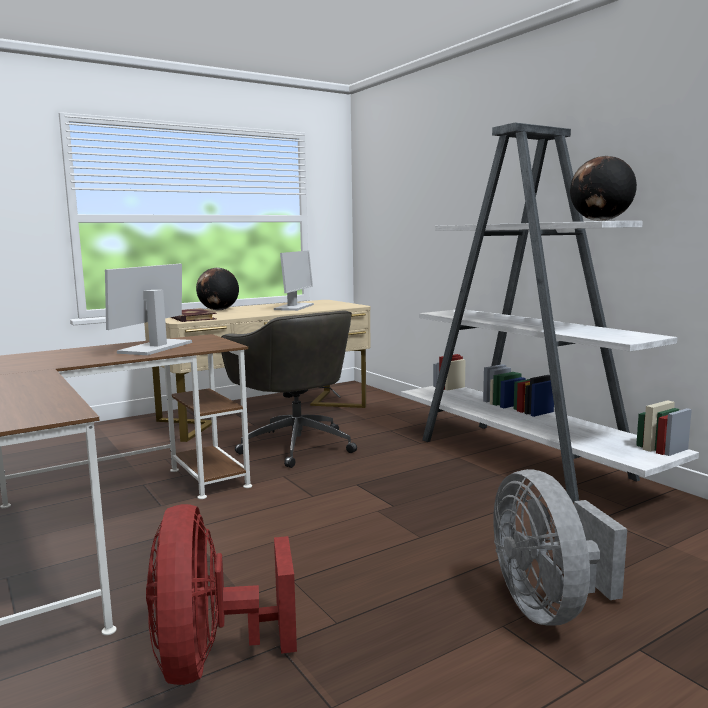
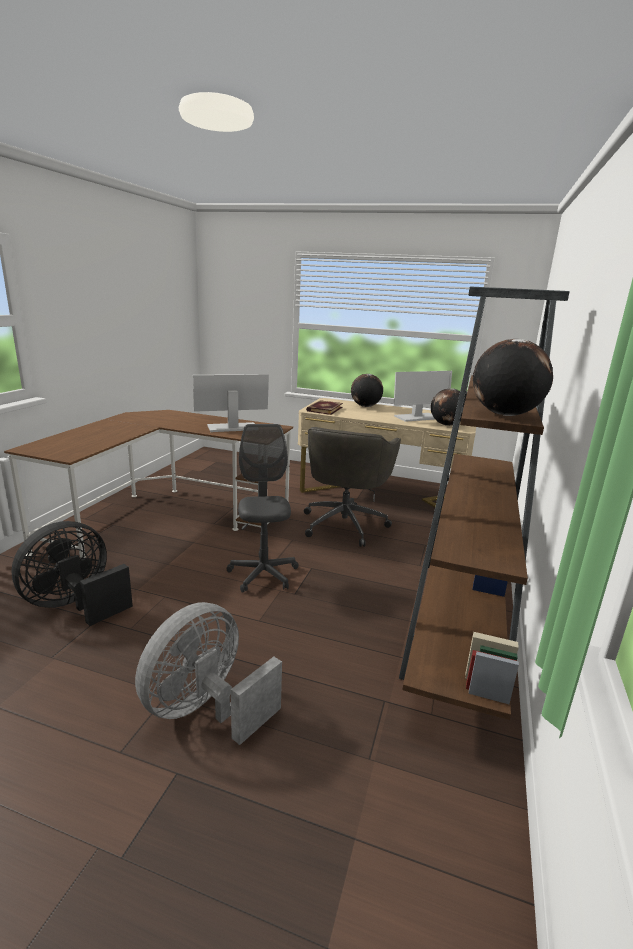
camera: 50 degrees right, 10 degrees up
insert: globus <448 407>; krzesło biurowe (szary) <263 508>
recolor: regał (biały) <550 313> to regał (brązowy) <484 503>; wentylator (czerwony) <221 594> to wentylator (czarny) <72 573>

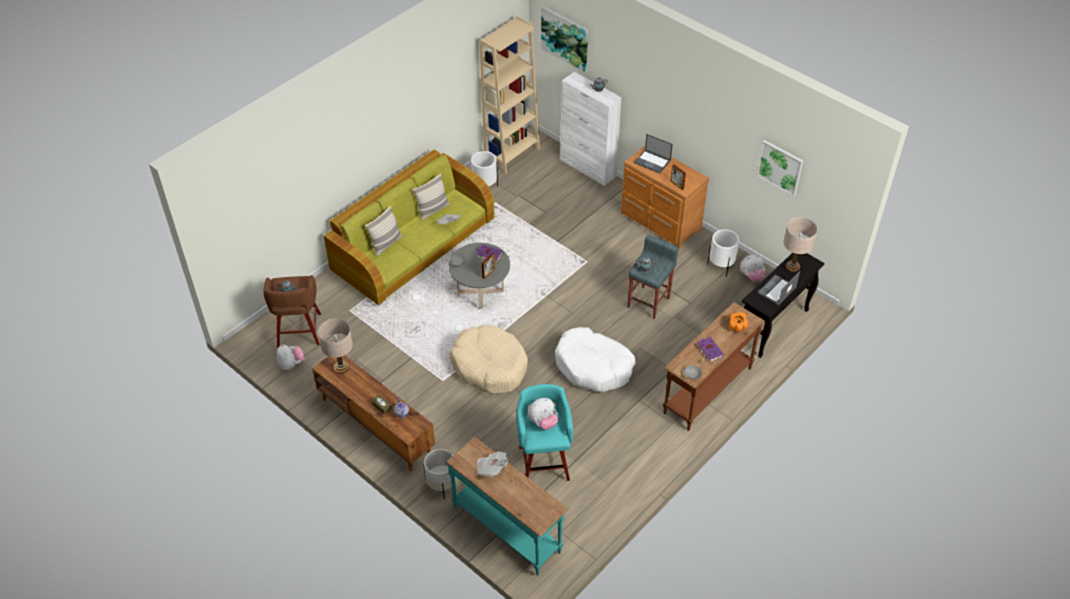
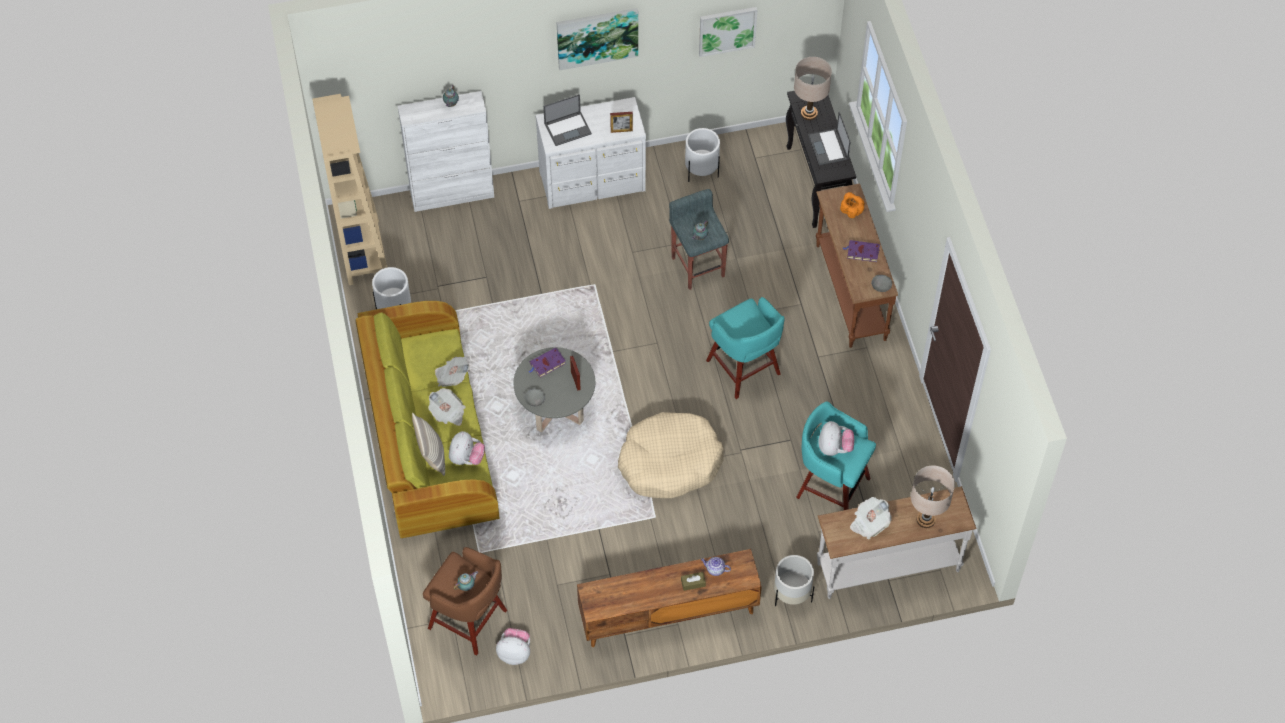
camera: 55 degrees left, 10 degrees up
delete: poduszka <431 197>
insert: gazeta <447 407>
move: obraz <564 39> to <597 39>; pluszak <752 268> to <467 448>; lampa stołowa (beżowy) <335 346> to <933 497>
replace: legowisko (biały) <595 359> to stołek (turkusowy) <745 348>
recolor: komoda (brązowy) <665 197> to komoda (biały) <590 153>; stolik konsolowy (turkusowy) <507 506> to stolik konsolowy (biały) <897 542>

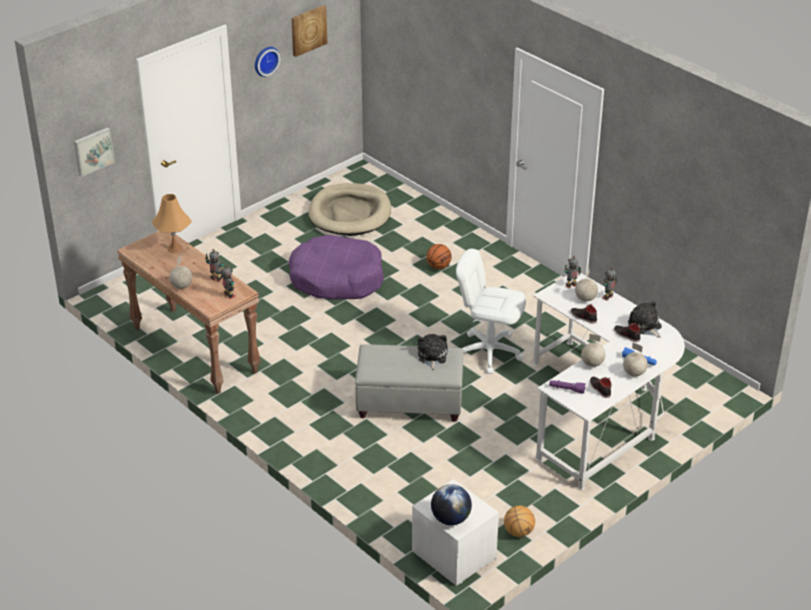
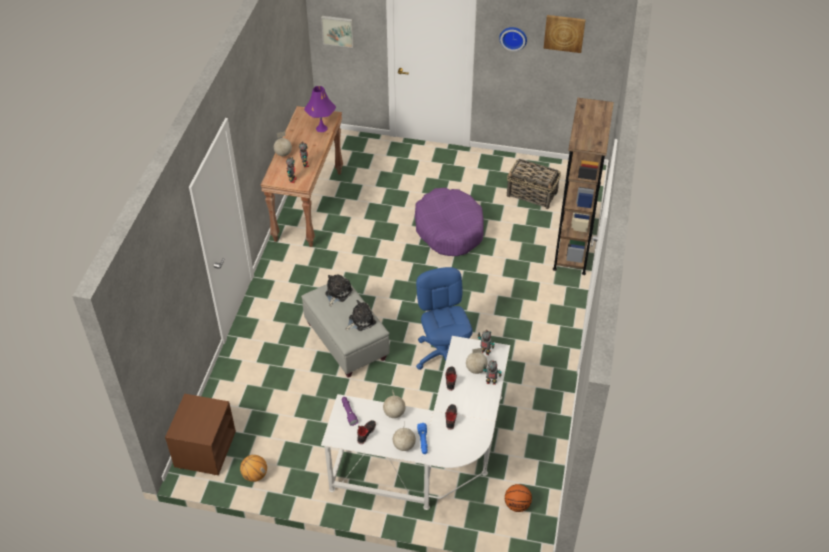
camera: 55 degrees right, 10 degrees up
delete: globus <451 504>
insert: regał (brązowy) <583 186>
move: piłka do koszykówki <439 256> to <518 498>; pluszak <644 319> to <338 290>
replace: legowisko (beżowy) <350 209> to koszyk <534 184>
recolor: lampa stołowa (pomarańczowy) <172 223> to lampa stołowa (fioletowy) <320 109>; krzesło biurowe (biały) <491 311> to krzesło biurowe (niebieski) <444 318>; szafka nocna (biały) <455 532> to szafka nocna (brązowy) <200 434>

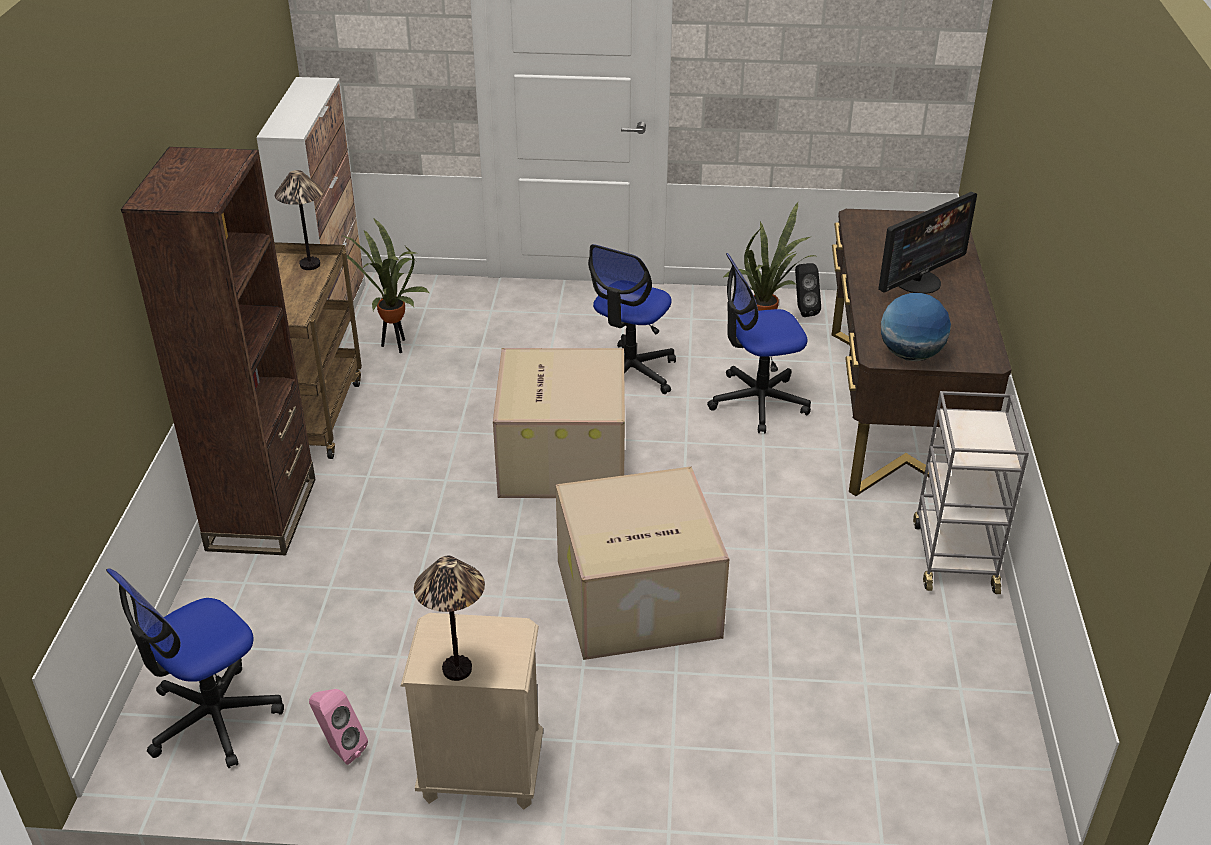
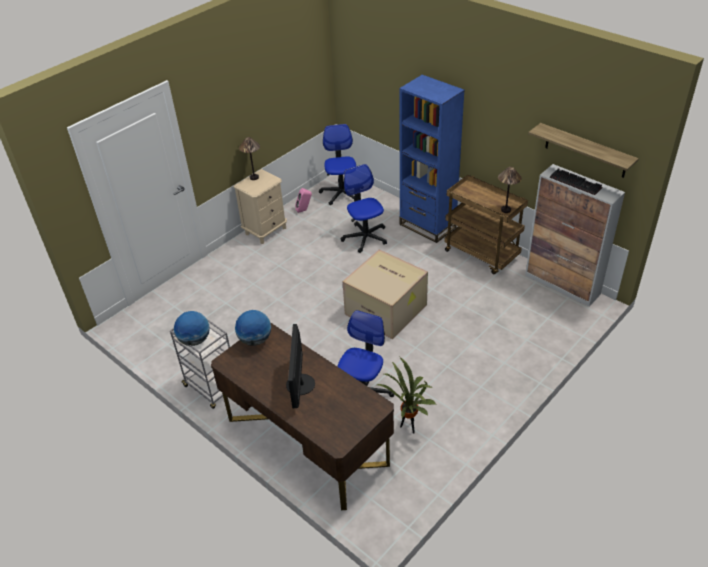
camera: 130 degrees right, 5 degrees up
delete: roślina doniczkowa <386 285>; głośnik (czarny) <808 290>; karton <642 563>
insert: półka <583 150>; klawiatura <576 181>; globus <192 328>
move: krzesło biurowe <632 319> to <364 208>
recolor: regał (brązowy) <218 351> to regał (niebieski) <432 159>

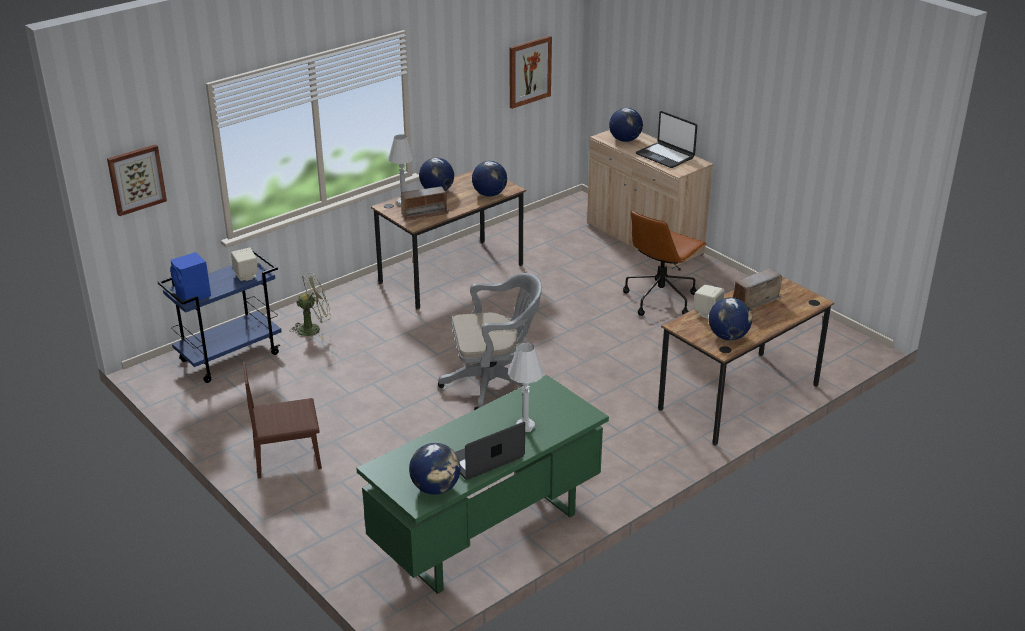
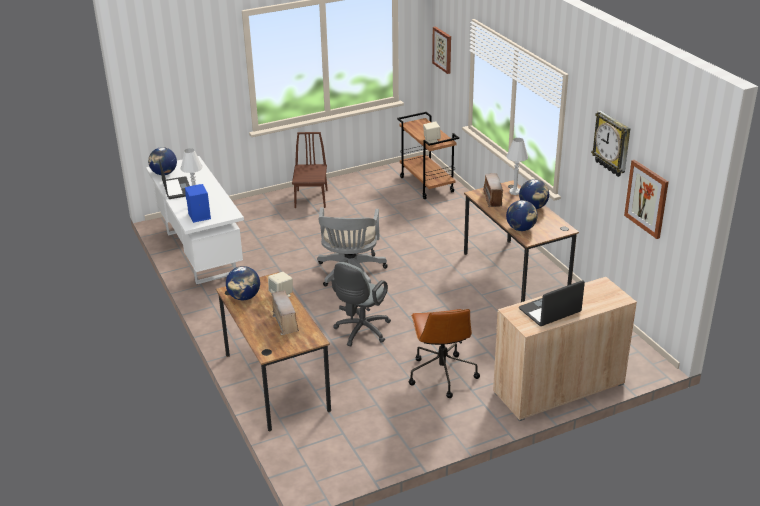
camera: 105 degrees right, 0 degrees up
delete: globus <626 125>; wentylator (zielony) <310 305>
insert: zegar ścienny <610 143>; krzesło biurowe (szary) <361 304>
move: głośnik (niebieski) <190 278> to <198 203>
recolor: wózek (niebieski) <220 315> to wózek (brązowy) <428 155>; biurko (zielony) <482 484> to biurko (biały) <195 220>
rotate: krzesło biurowe (brązowy) <665 263> = <444 353> 150 degrees counterclockwise

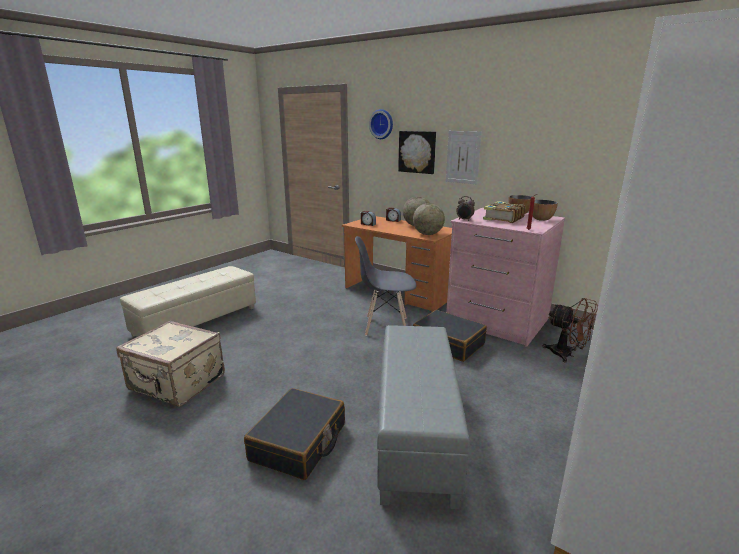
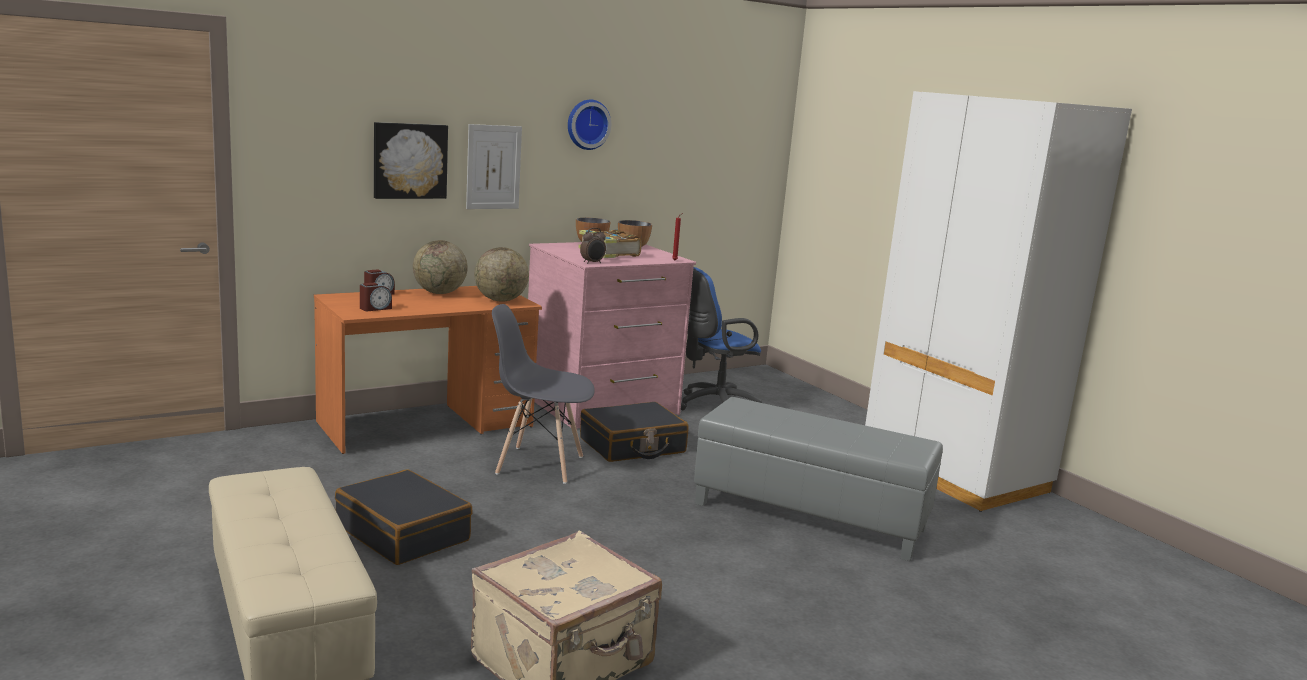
camera: 70 degrees left, 5 degrees down
move: zegar ścienny <381 124> to <589 124>; walizka (czarny) <294 434> to <404 517>
replace: wentylator (brązowy) <570 330> to krzesło biurowe (niebieski) <721 338>
rotate: krzesło (szary) <386 286> = <543 394> 75 degrees clockwise

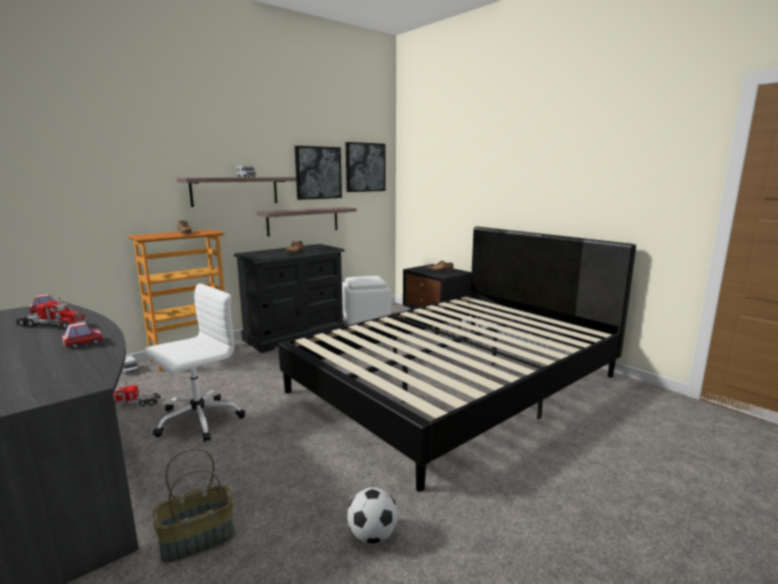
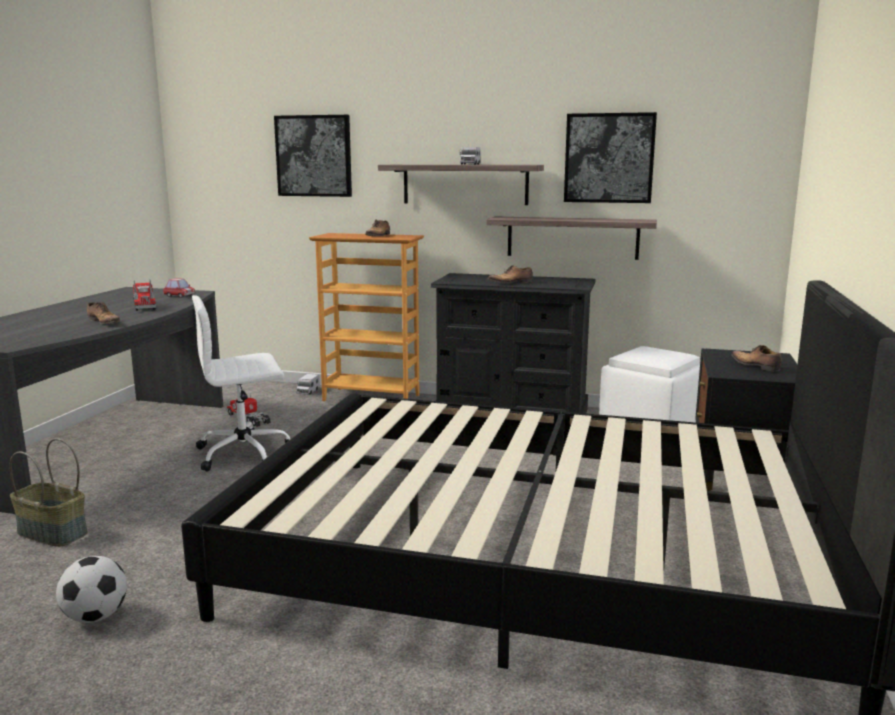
camera: 55 degrees right, 0 degrees up
move: obraz <366 167> to <313 156>
replace: samochodzik <82 335> to but <103 313>
rotate: krzesło biurowe (biały) <194 362> = <242 383> 150 degrees clockwise

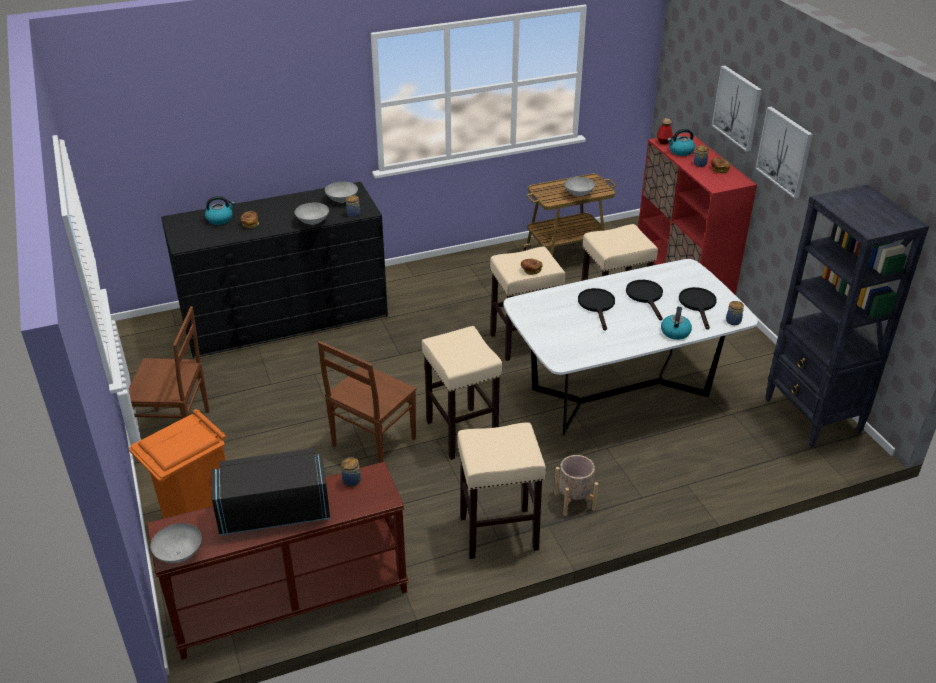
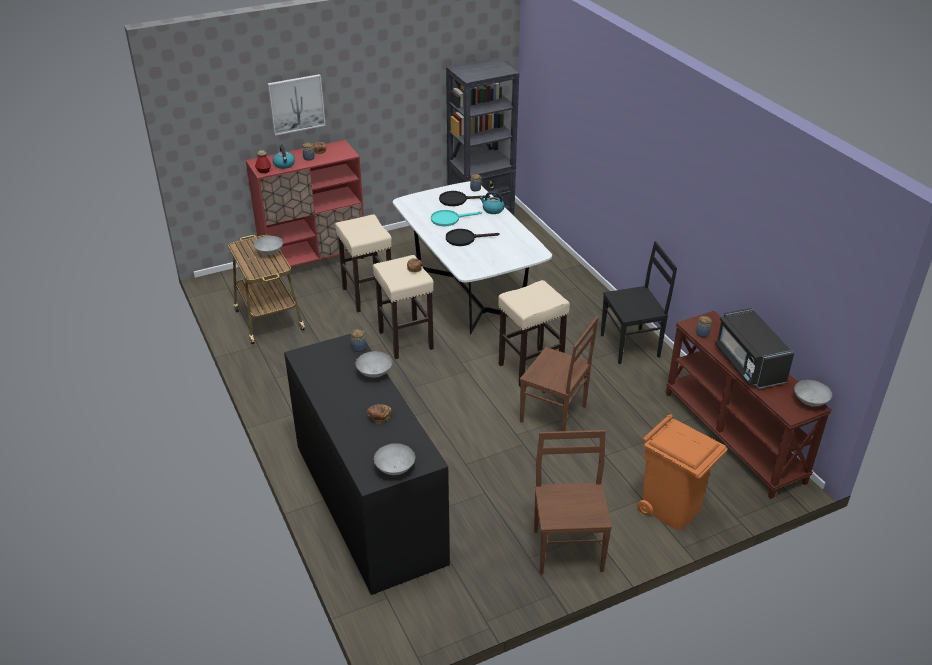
camera: 95 degrees left, 0 degrees up
delete: obraz <784 153>; czajnik <220 210>; donica (beżowy) <576 485>
move: miska (szary) <341 192> to <394 459>
replace: stołek (beżowy) <501 490> to krzesło (czarny) <639 302>
recolor: patelnia (czarny) <644 300> to patelnia (turkusowy) <456 218>

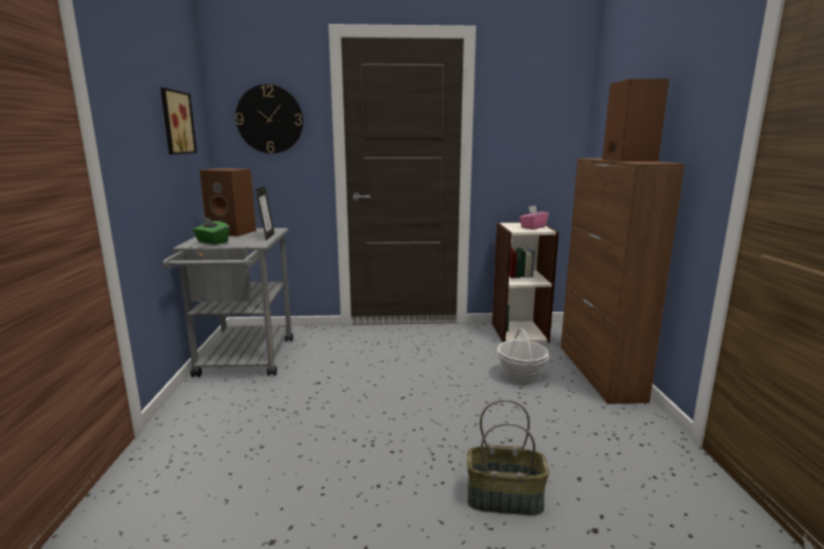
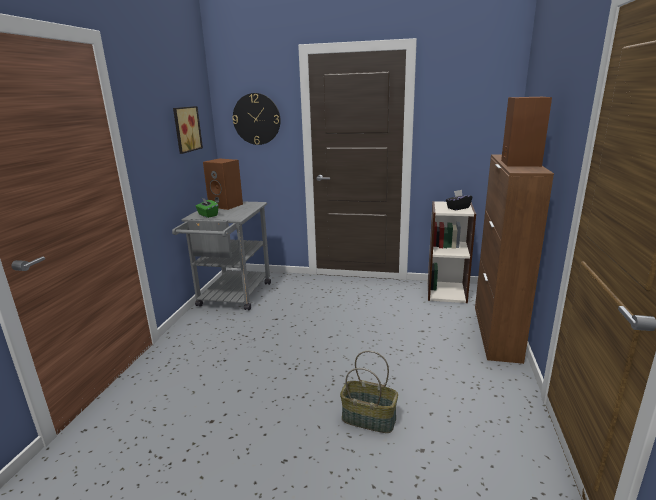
camera: 15 degrees right, 5 degrees up
delete: ramka na zdjęcie <265 213>; koszyk <523 356>
recolor: pudełko chusteczek (różowy) <534 217> to pudełko chusteczek (czarny) <459 200>

